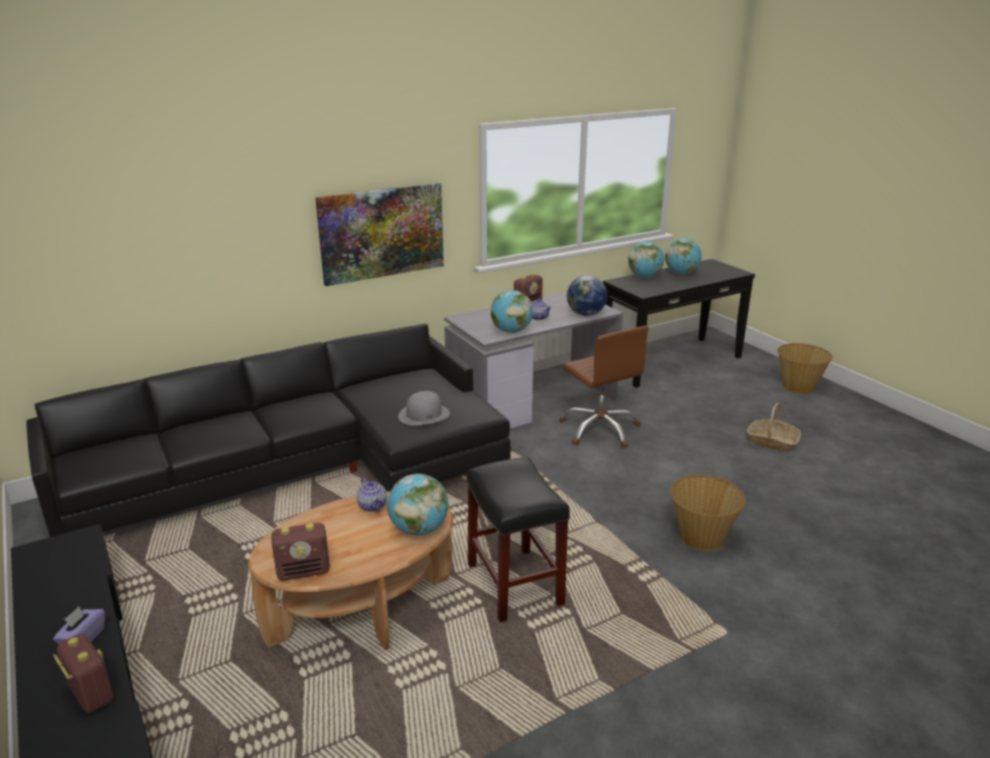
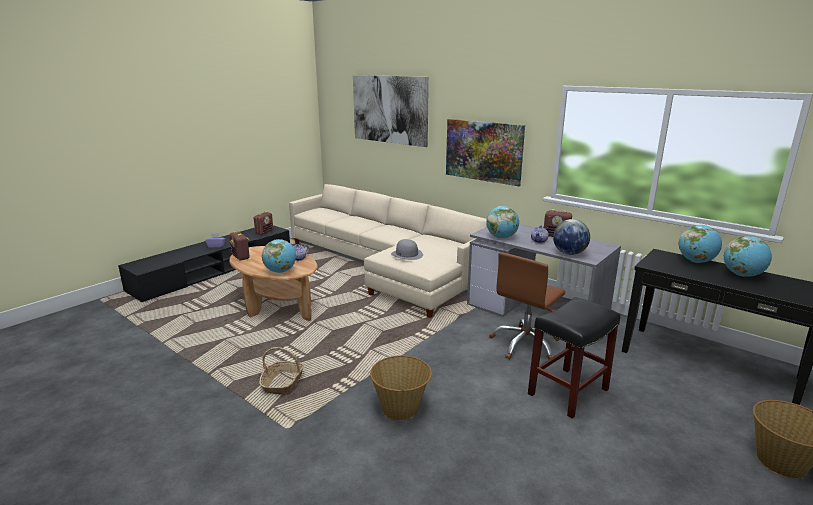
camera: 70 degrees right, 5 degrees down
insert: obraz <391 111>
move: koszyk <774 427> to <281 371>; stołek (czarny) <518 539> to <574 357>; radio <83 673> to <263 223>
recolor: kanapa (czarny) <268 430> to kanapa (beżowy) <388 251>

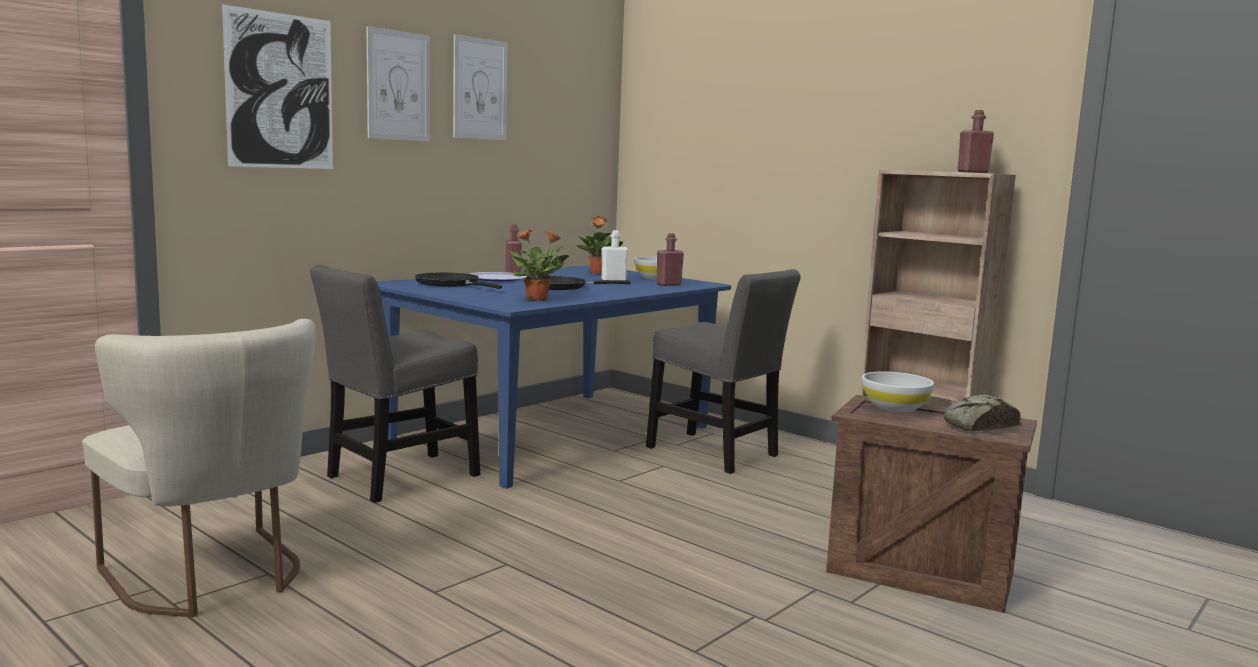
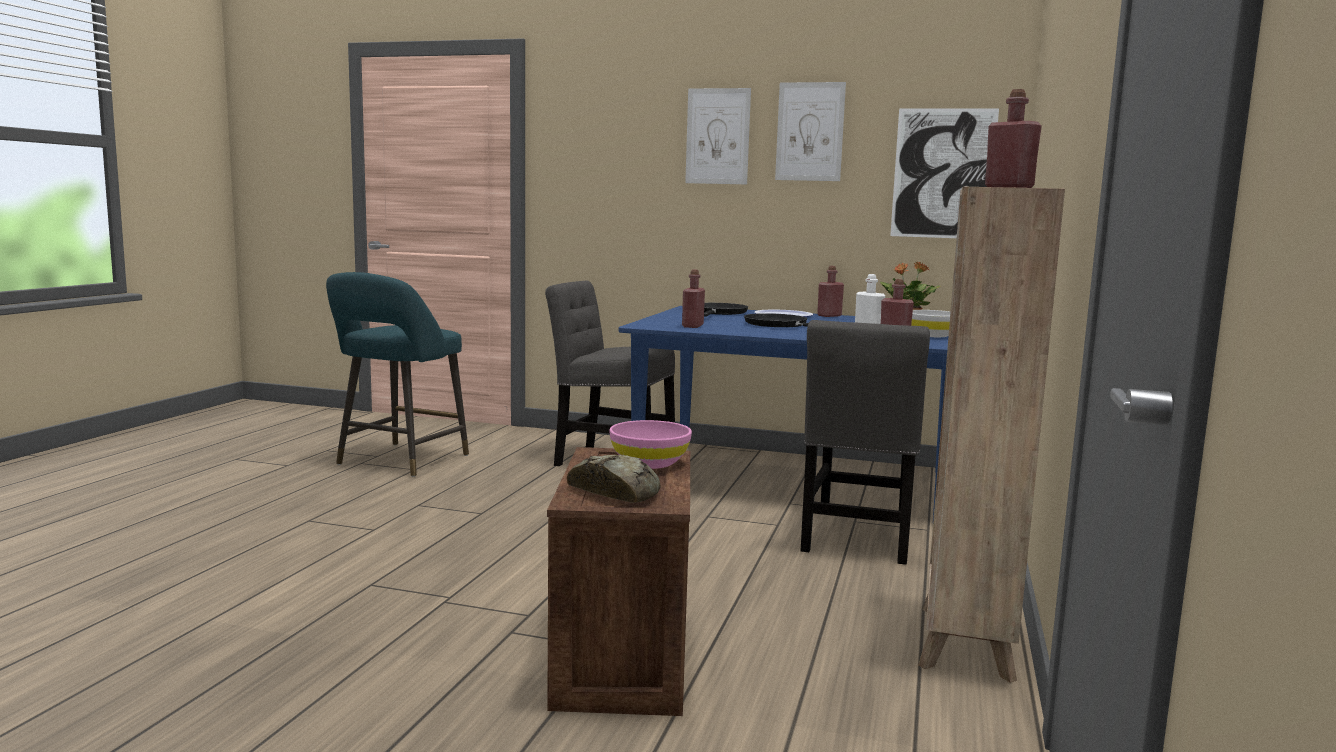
camera: 65 degrees right, 0 degrees up
move: obraz <277 86> to <944 173>
replace: roślina doniczkowa <538 264> to butelka (czerwony) <693 299>; krzesło (beżowy) <199 468> to stołek (turkusowy) <397 374>
recolor: miska (biały) <898 391> to miska (różowy) <650 444>

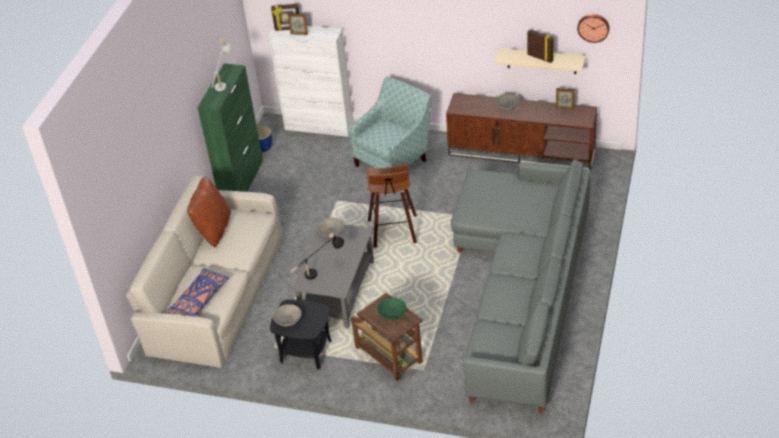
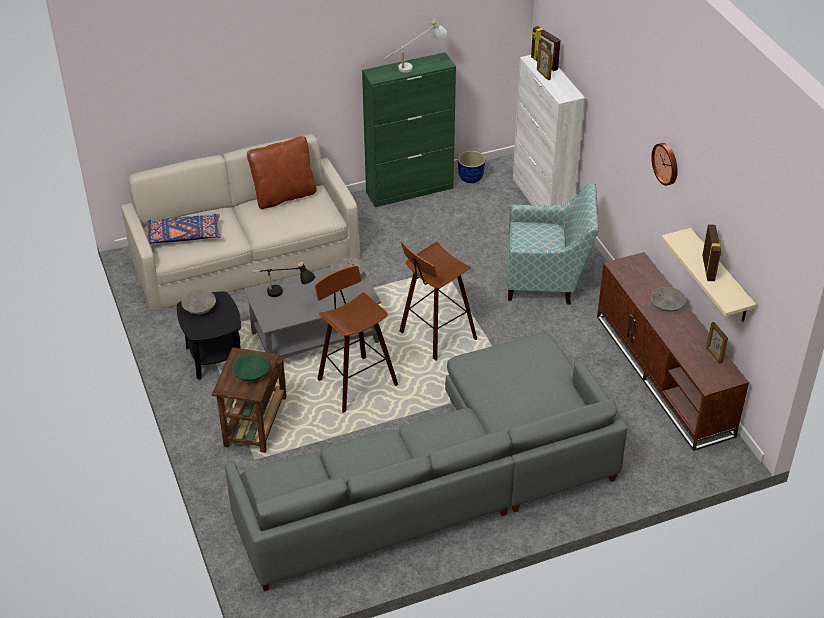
camera: 50 degrees right, 0 degrees up
insert: stołek <356 339>
move: zegar ścienny <593 28> to <664 164>

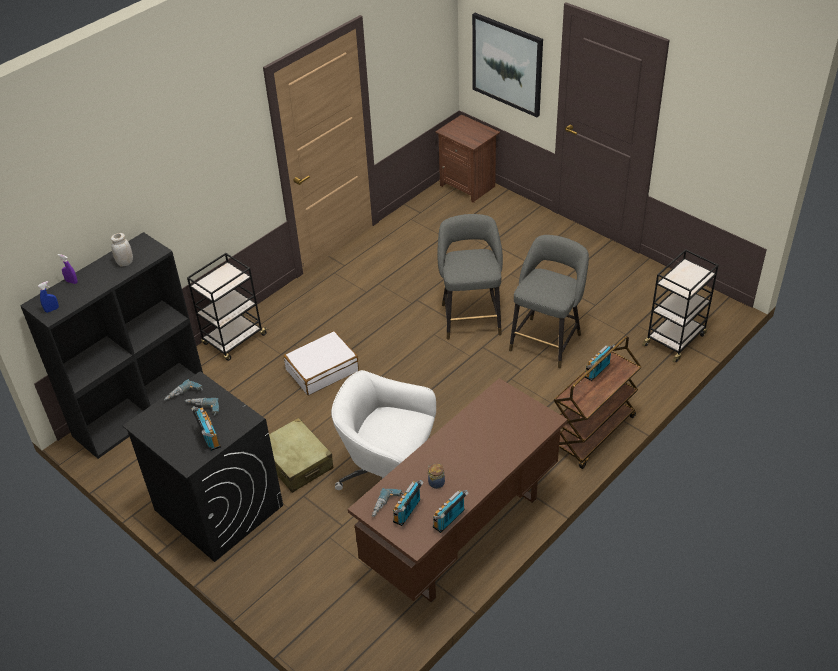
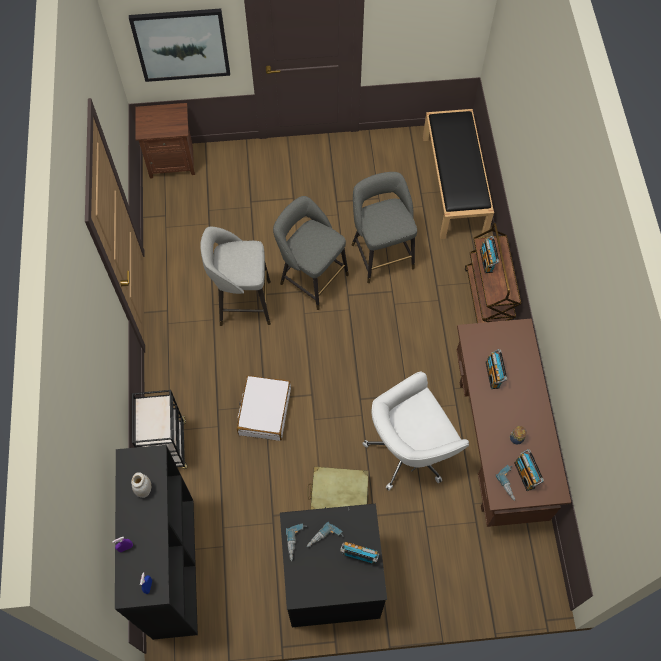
camera: 50 degrees left, 20 degrees up
insert: stołek (szary) <235 276>
move: radio <451 511> to <496 369>
replace: wózek (czarny) <680 306> to ławka (czarny) <458 174>

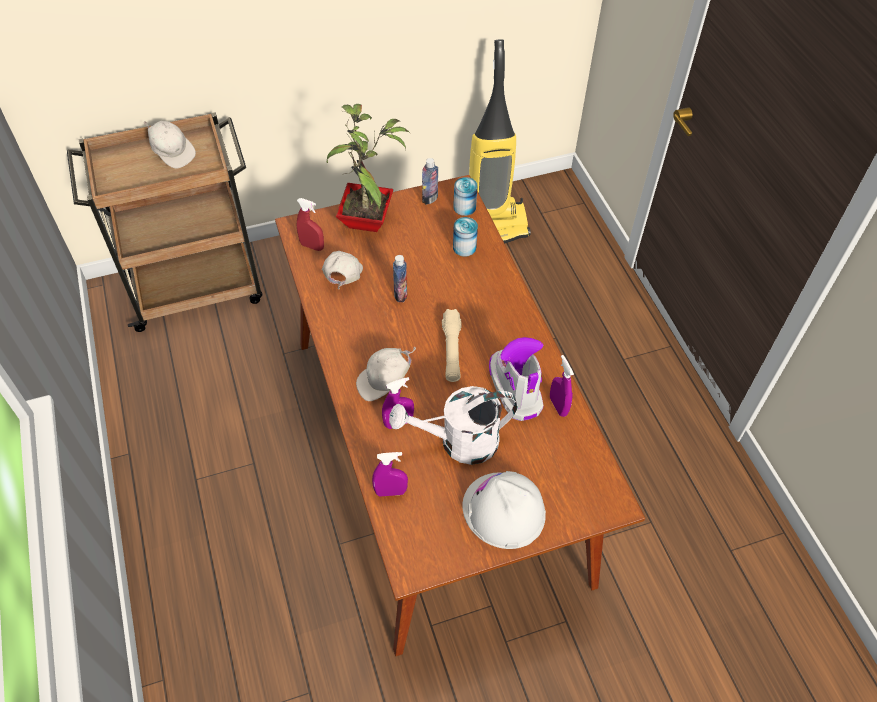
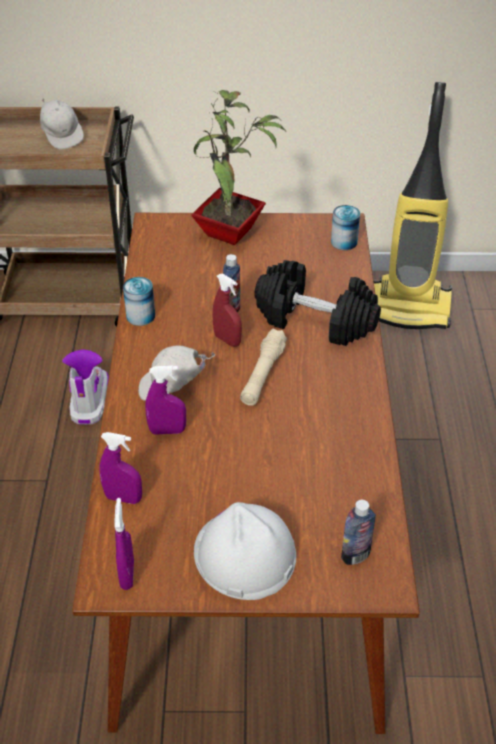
camera: 20 degrees right, 10 degrees down
delete: czapka z daszkiem (biały) <342 270>; konewka (biały) <453 425>
insert: hantel (czarny) <317 303>
move: butelka <430 181> to <358 532>; spryskiwacz (czerwony) <310 224> to <227 310>; puszka <465 237> to <139 301>; but z cholewką <516 379> to <85 387>; spryskiwacz (fioletowy) <562 386> to <124 544>

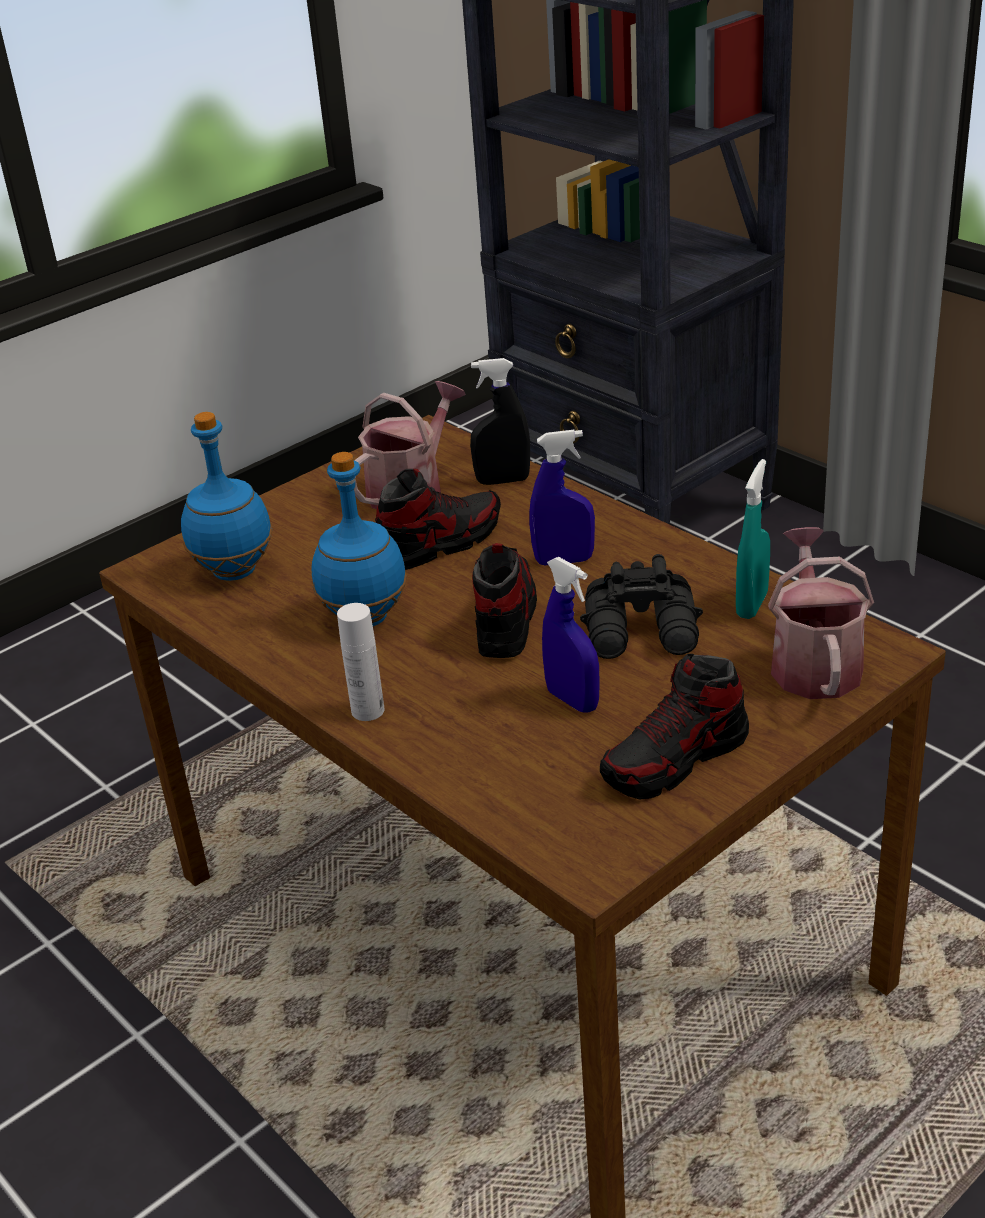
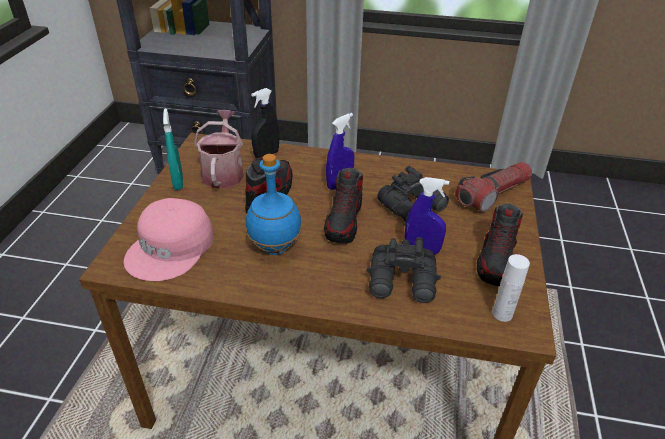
camera: 40 degrees left, 5 degrees up
insert: lornetka (czarny) <404 270>
move: spryskiwacz (turkusowy) <753 539> to <173 149>; butelka (biały) <361 662> to <511 288>
replace: butelka (niebieski) <226 496> to czapka z daszkiem (różowy) <169 239>; konewka <821 613> to latarka <493 187>
rotate: but <504 600> = <343 206> 135 degrees counterclockwise

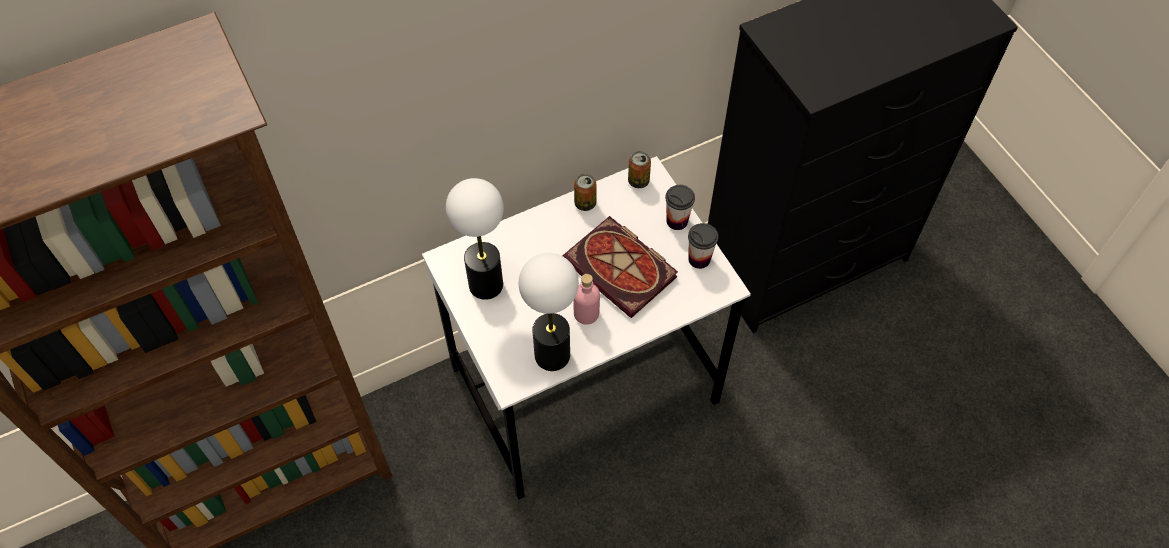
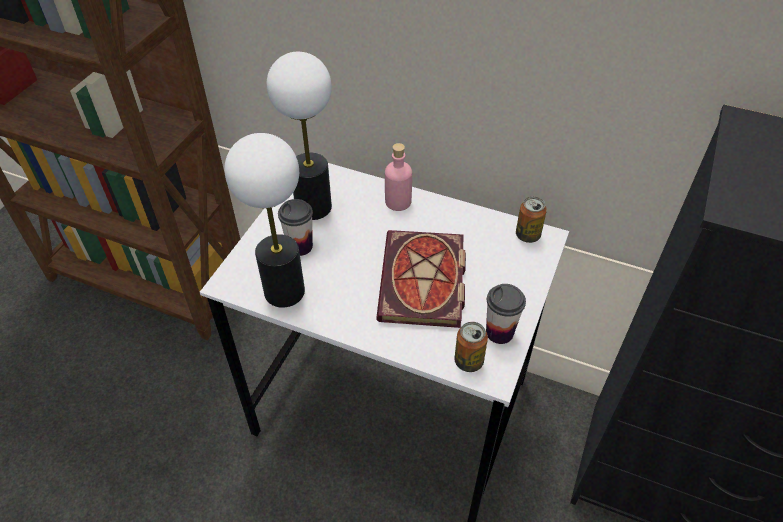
camera: 50 degrees right, 10 degrees down
move: puszka <585 192> to <471 347>; filiżanka <680 207> to <295 227>; butelka (różowy) <586 299> to <398 177>

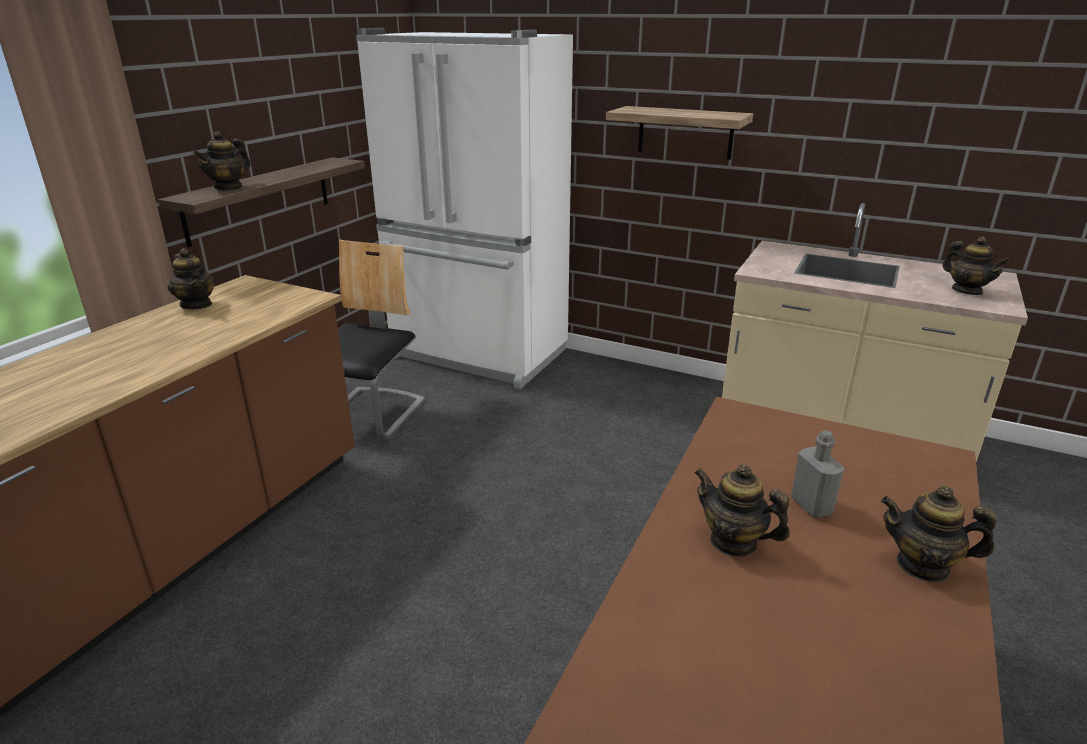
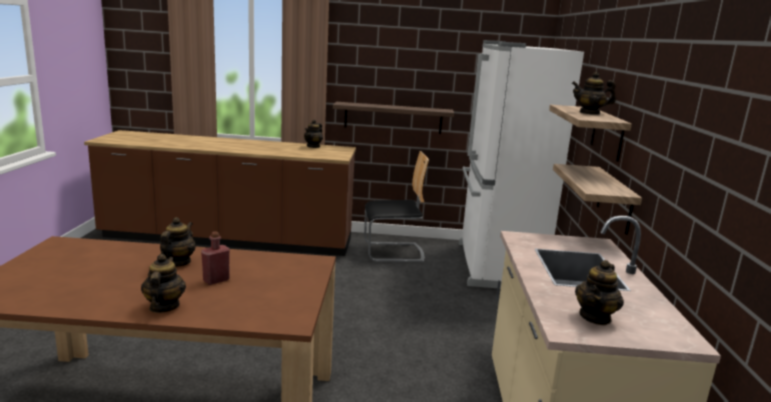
camera: 65 degrees right, 10 degrees down
insert: półka <597 199>
move: imbryk <222 161> to <594 93>
recolor: butelka (szary) <817 474> to butelka (czerwony) <215 258>

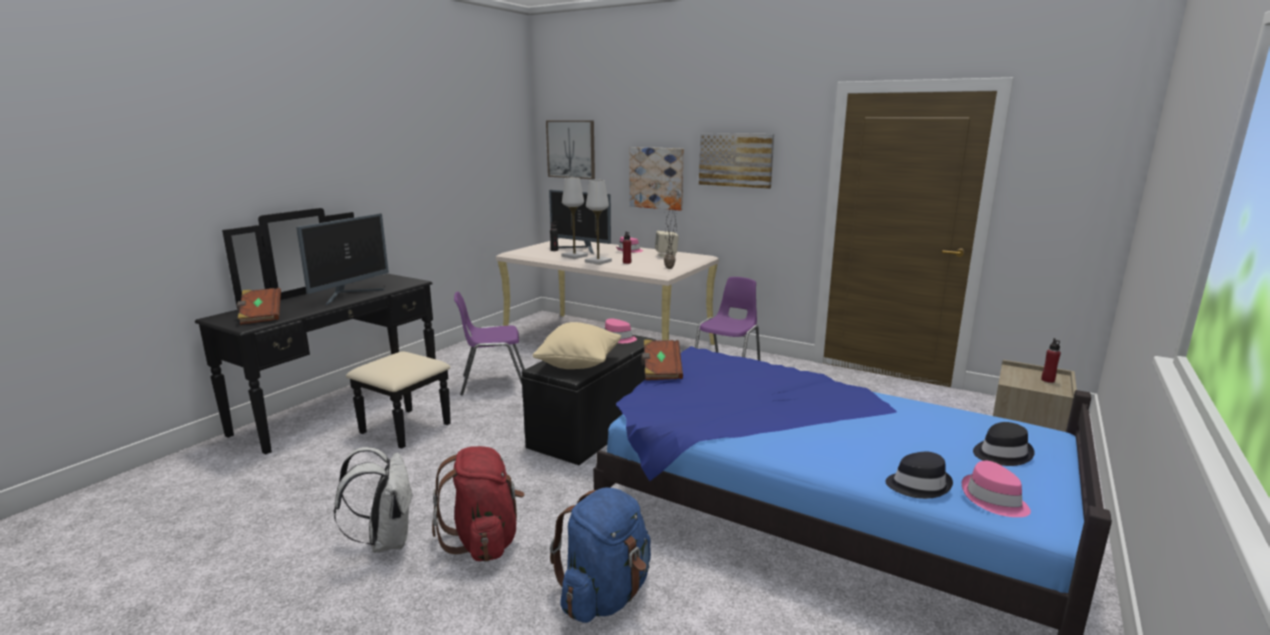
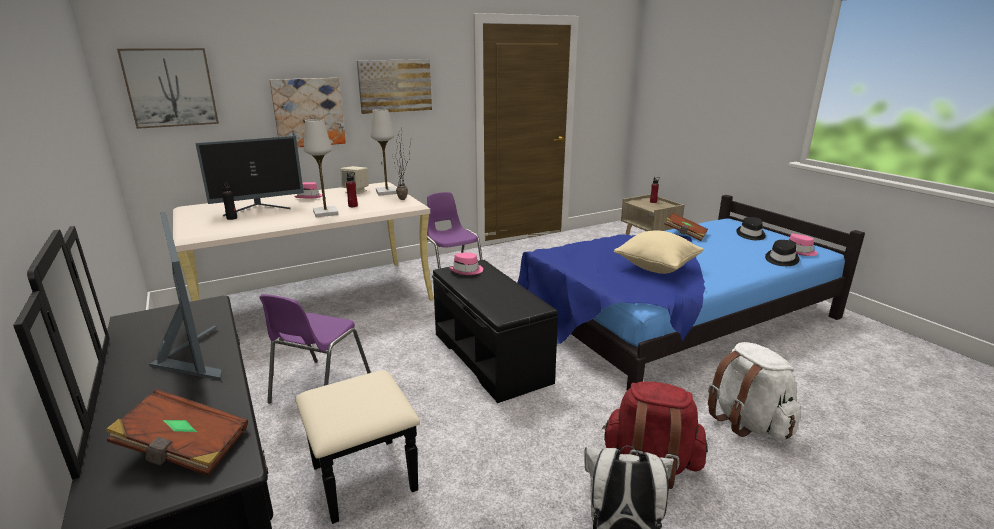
camera: 60 degrees left, 5 degrees up
move: lampa stołowa (biały) <574 218> to <383 152>; poduszka (beżowy) <577 345> to <659 252>; książka (brązowy) <662 360> to <686 227>
recolor: plecak (niebieski) <600 555> to plecak (biały) <754 391>

